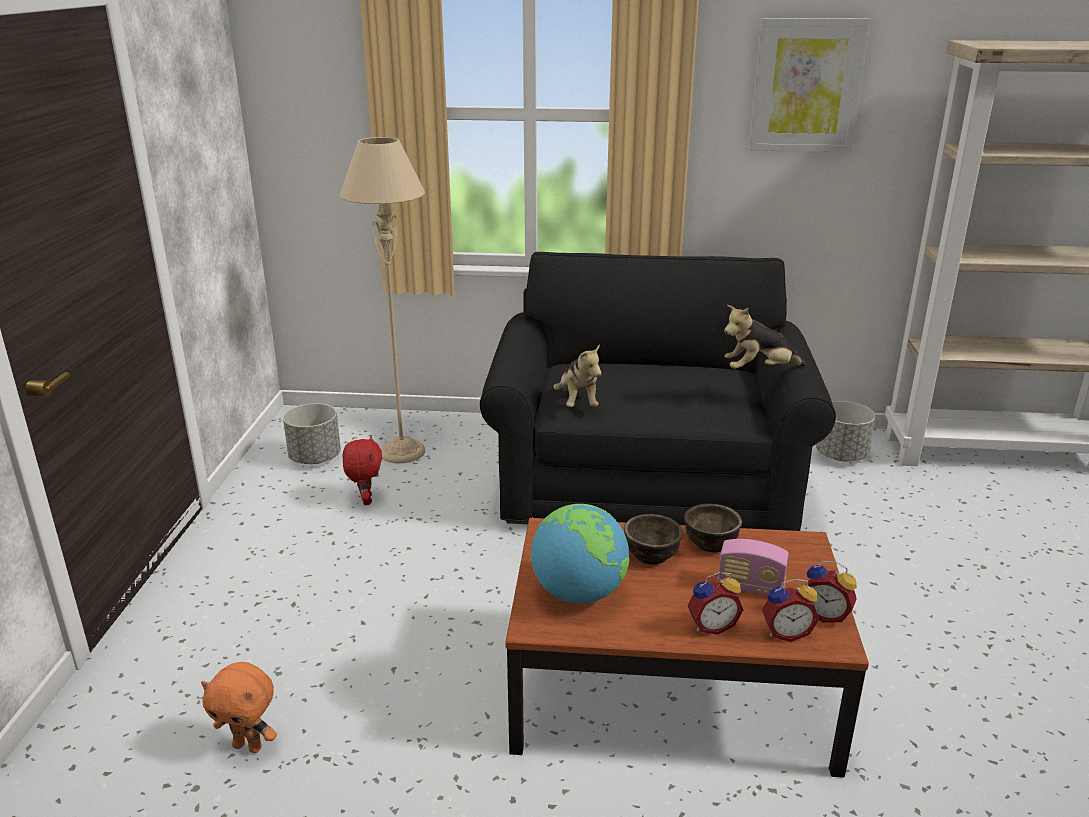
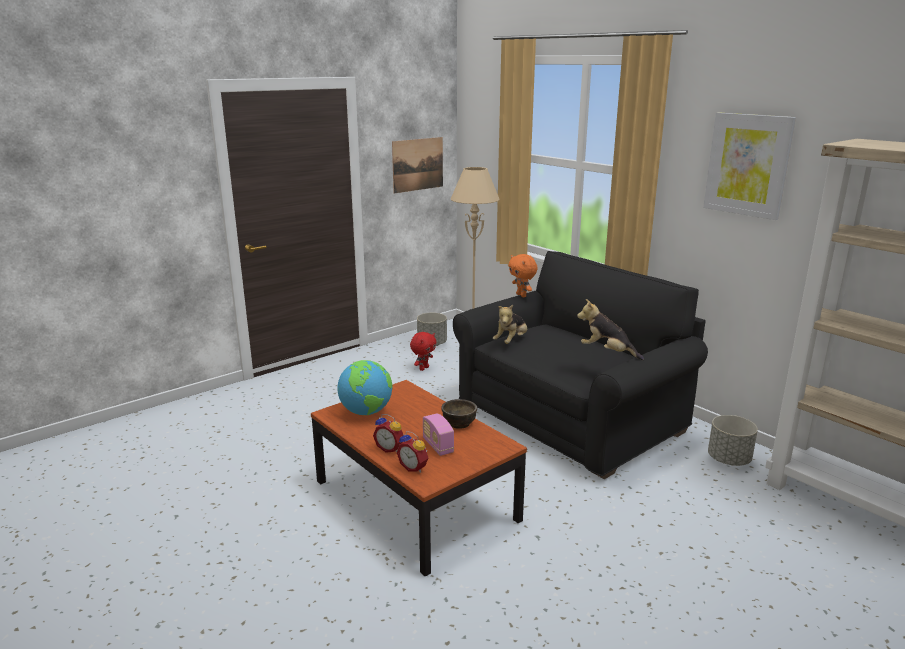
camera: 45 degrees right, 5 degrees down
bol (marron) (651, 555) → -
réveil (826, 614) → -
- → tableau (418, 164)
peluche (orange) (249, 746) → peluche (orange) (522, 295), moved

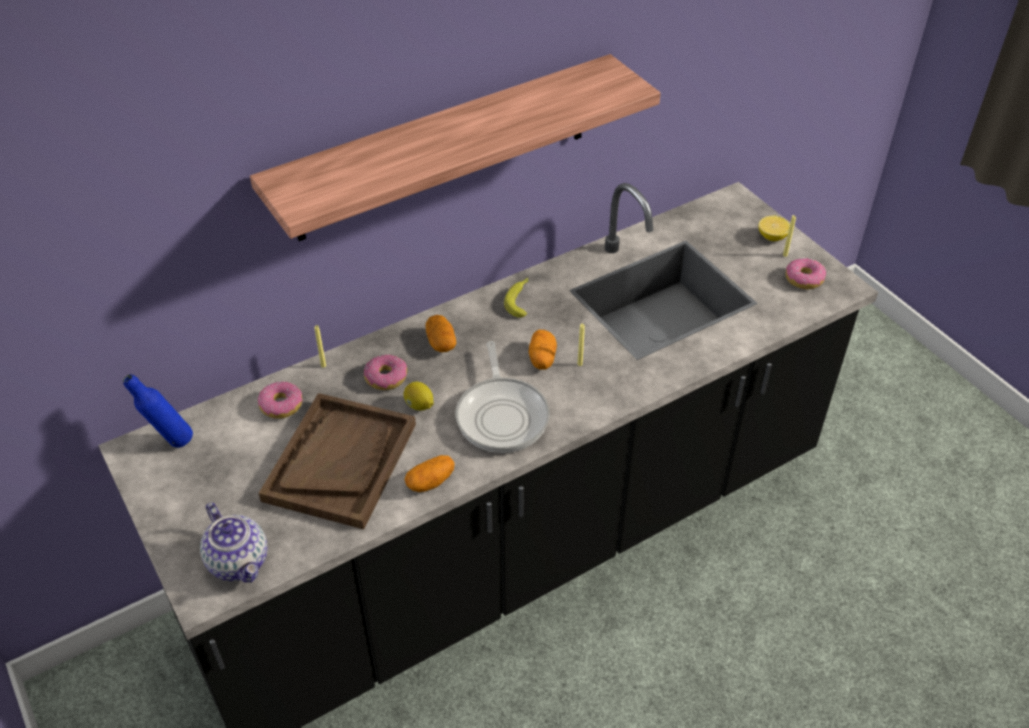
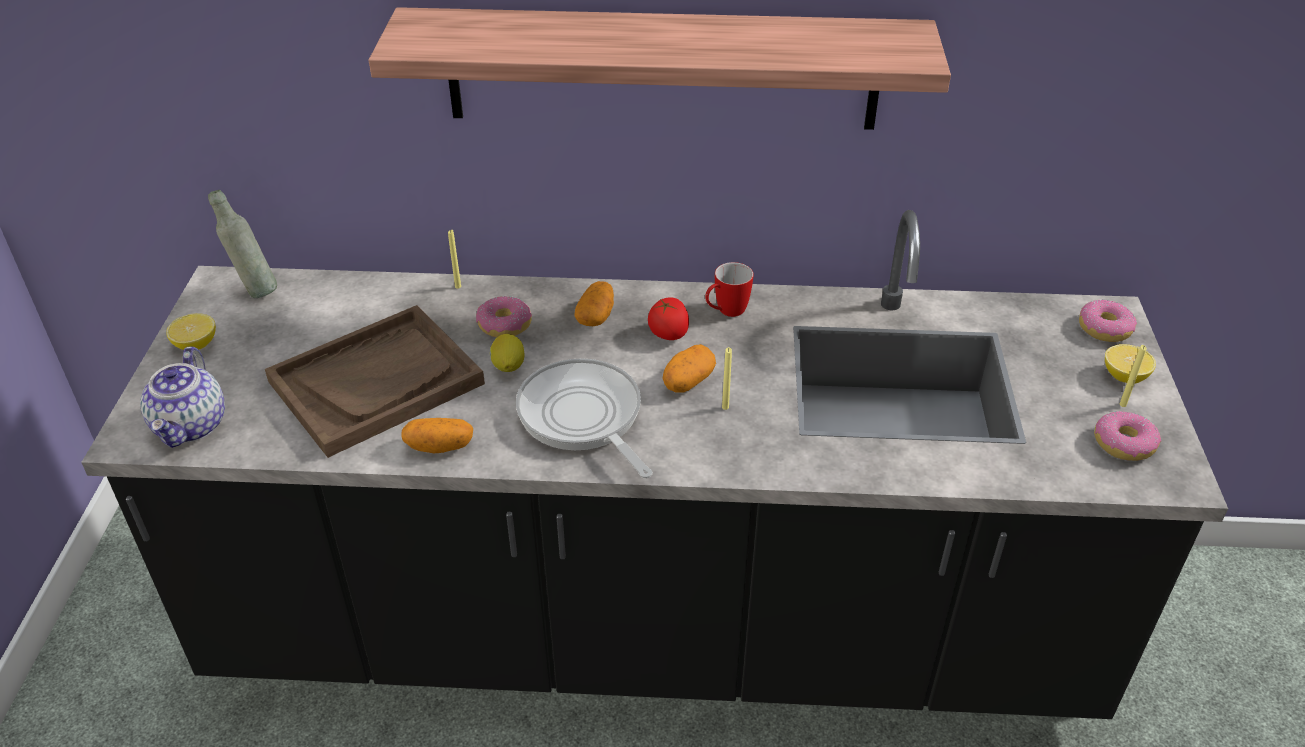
camera: 35 degrees right, 5 degrees down
- → citron (196, 345)
- → tomate (668, 333)
beignet (281, 405) → beignet (1105, 329), moved
banane (520, 300) → mug (725, 312)
bouteille (bleu) (170, 441) → bouteille (gris) (255, 290)
poêle (502, 415) → poêle (583, 418), 120 degrees clockwise

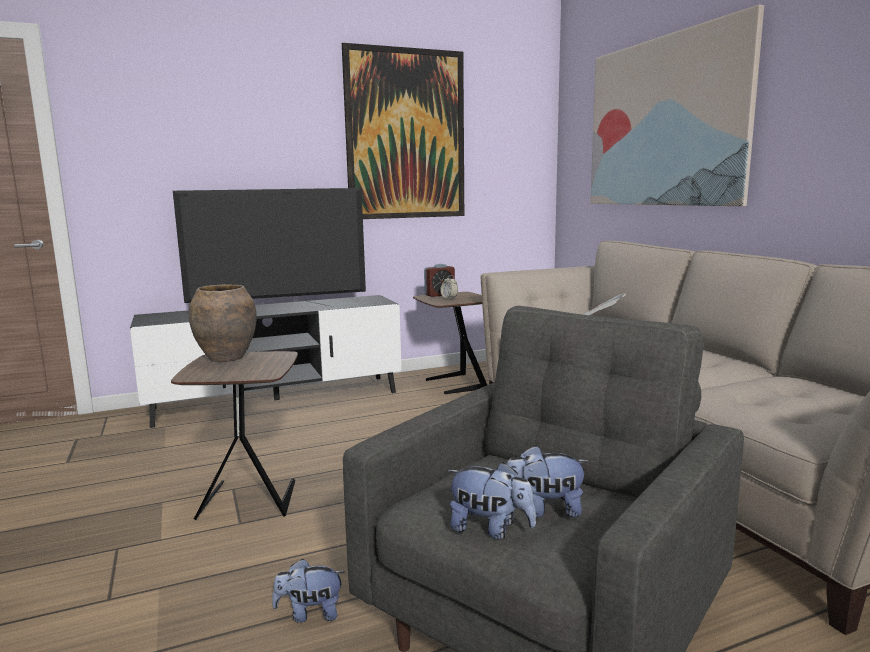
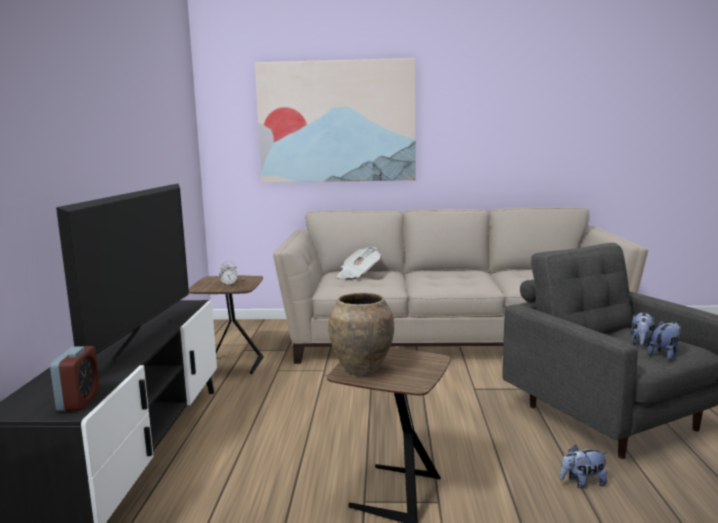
camera: 65 degrees left, 0 degrees up
tableau (406, 135) → -
réveil (439, 295) → réveil (79, 401), moved
peluche (310, 613) → peluche (582, 483), 60 degrees clockwise

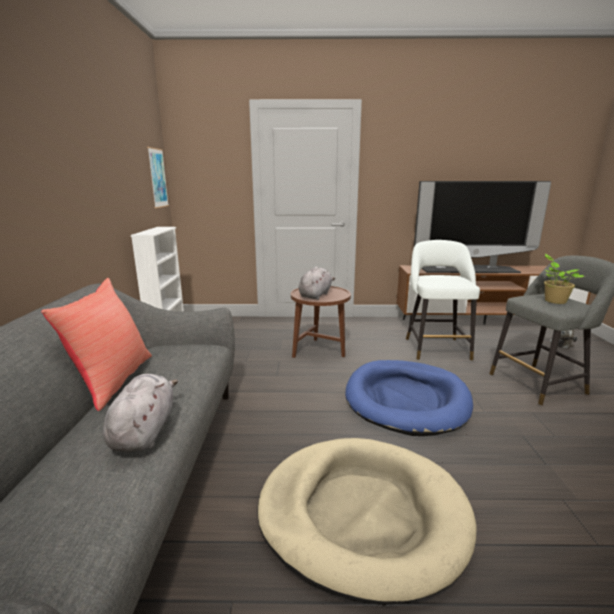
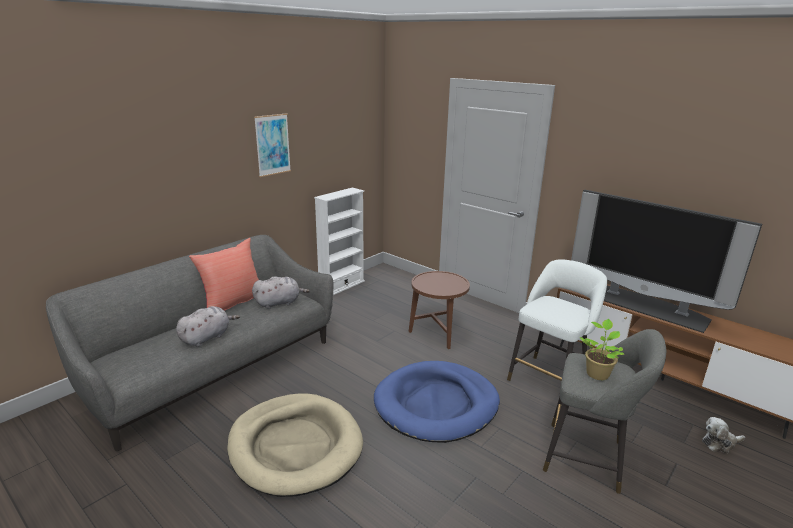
camera: 40 degrees right, 5 degrees up
tableau (158, 178) → tableau (272, 145), moved
peluche (gris) (315, 295) → peluche (gris) (279, 303), moved

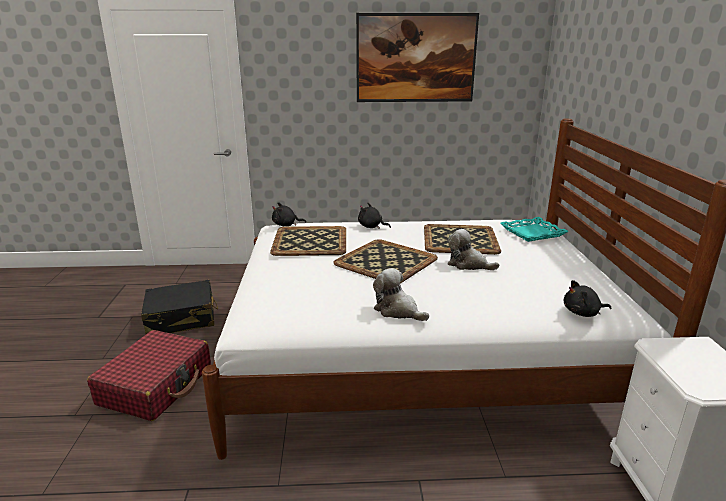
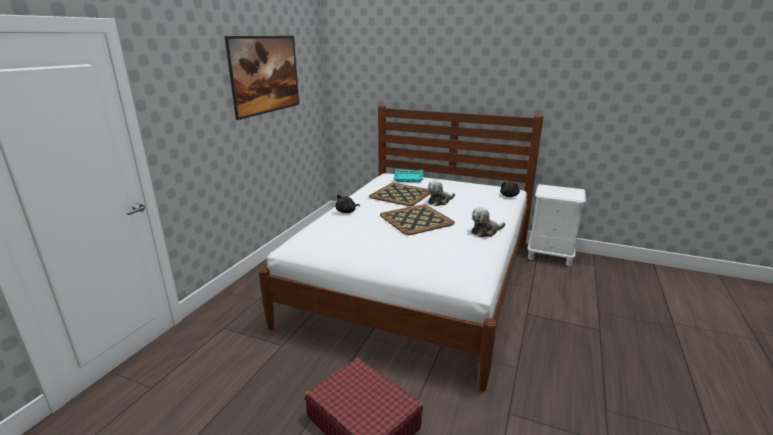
camera: 65 degrees left, 0 degrees up
valise (noir) (181, 319) → -
plateau (309, 241) → -
peluche (noir) (286, 225) → -

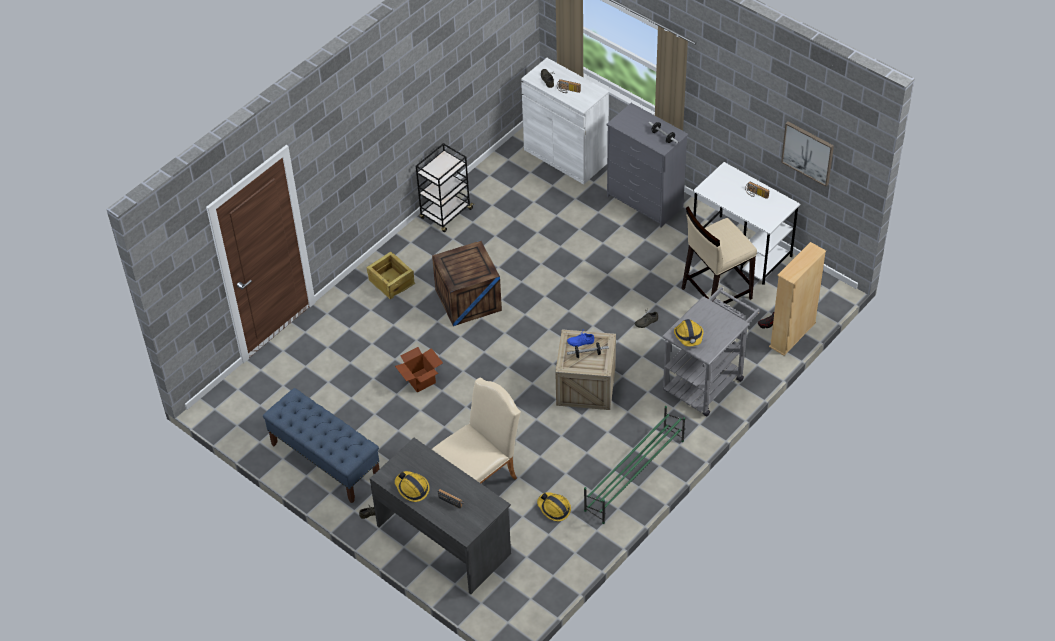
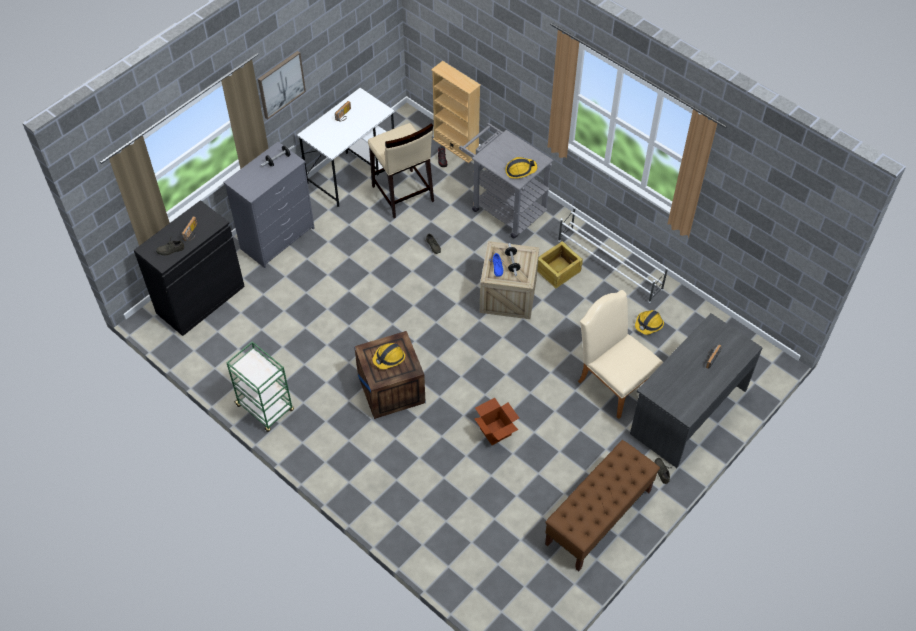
camera: 90 degrees left, 5 degrees up
caisse (391, 281) → caisse (557, 270), moved
casque de chantier (412, 488) → casque de chantier (389, 358), moved
tableau (808, 153) → tableau (281, 84), moved
banc (bleu) (325, 460) → banc (marron) (598, 518)
chariot (noir) (446, 214) → chariot (vert) (265, 408)
meuble de rangement (blanc) (565, 156) → meuble de rangement (noir) (200, 300)
étagère à chaussures (vert) (633, 475) → étagère à chaussures (blanc) (610, 265)

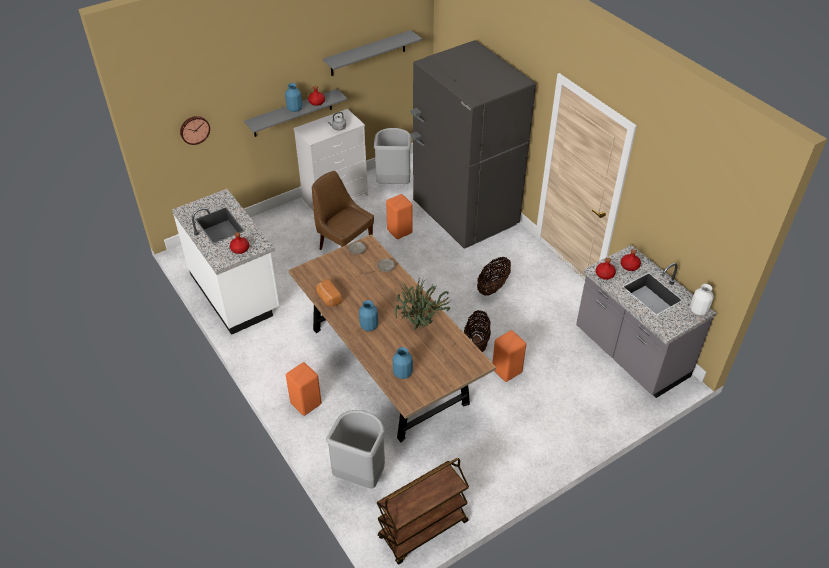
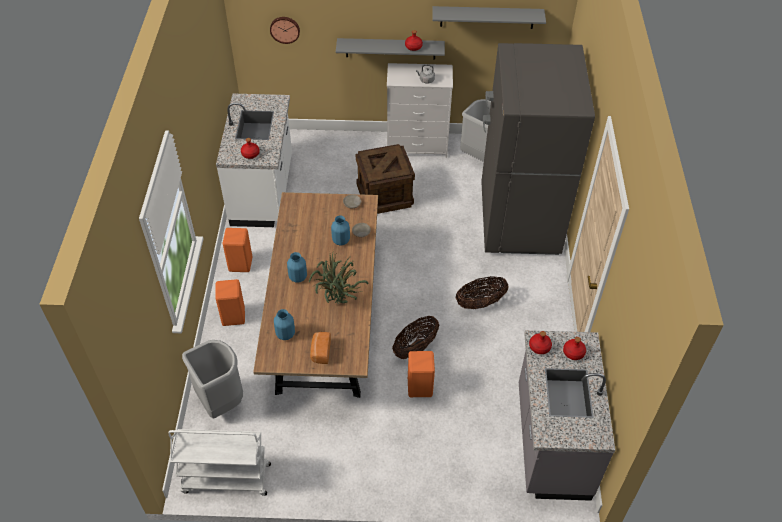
camera: 35 degrees right, 5 degrees up
vase (blanc) (698, 311) → -
vase (bleu) (295, 109) → vase (bleu) (341, 241), moved
pain (328, 298) → pain (320, 352), moved
tabouret (orange) (398, 231) → tabouret (orange) (240, 264), moved
chaise (marron) (344, 245) → caisse (384, 195)
chariot (marron) (423, 530) → chariot (blanc) (226, 479)

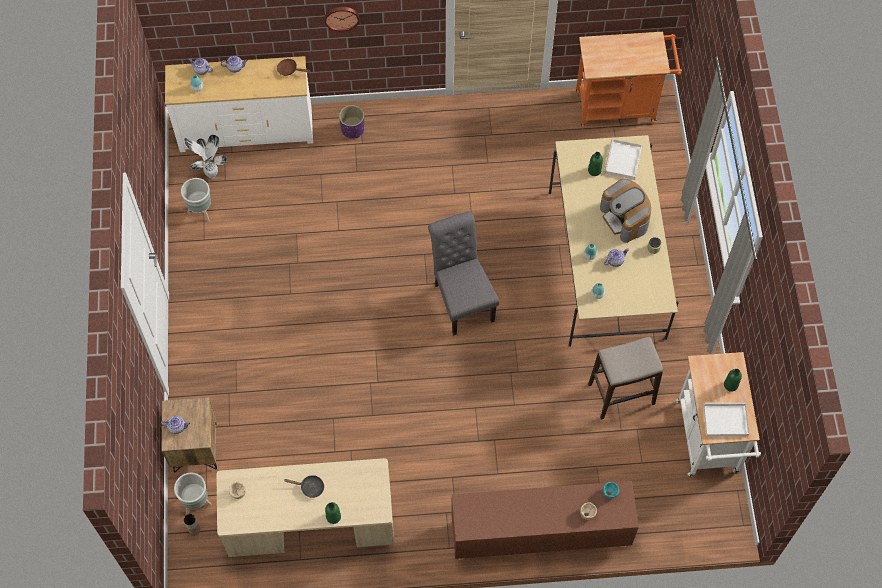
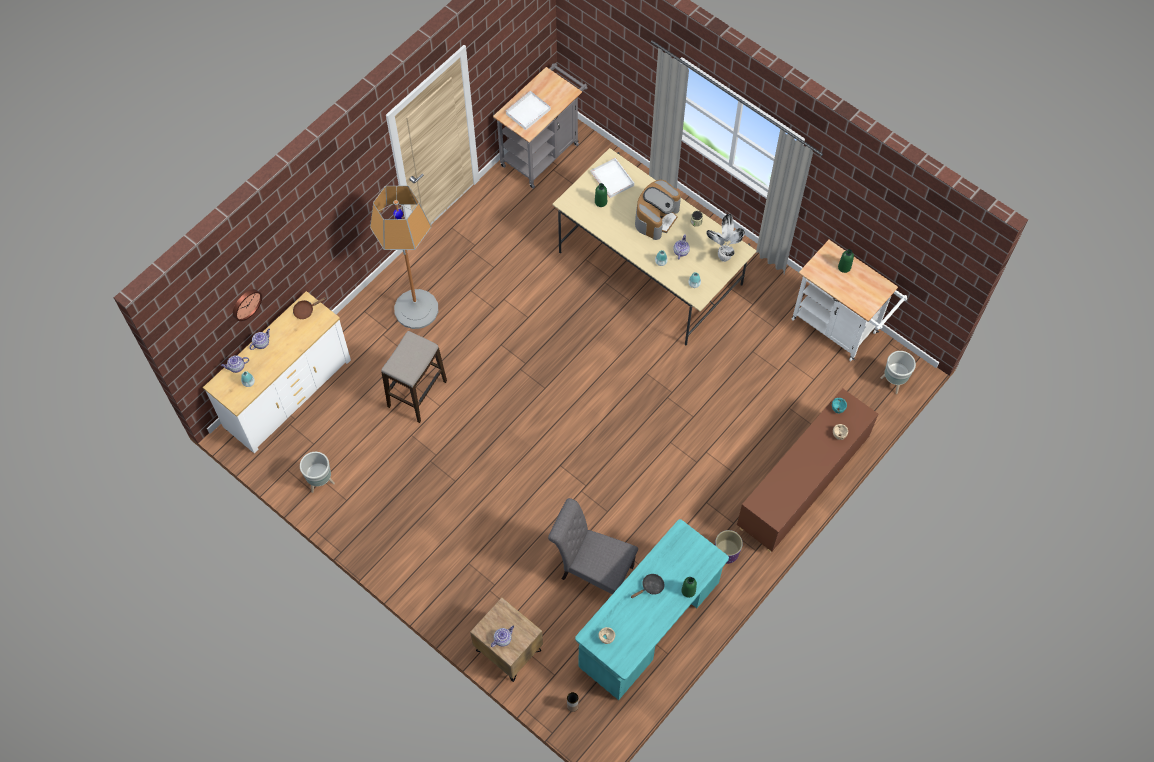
camera: 45 degrees left, 0 degrees up
- → lampadaire (416, 309)
cache-pot (gris) (196, 503) → cache-pot (gris) (893, 382), moved
plante en pot (210, 174) → plante en pot (723, 258), moved
horloge murale (341, 17) → horloge murale (245, 304), moved
cache-pot (violet) (353, 129) → cache-pot (violet) (726, 552), moved
chaise (gris) (461, 299) → chaise (gris) (592, 571), moved
tabouret (621, 394) → tabouret (417, 394), moved
plateau (blanc) (724, 421) → plateau (blanc) (527, 112), moved
bureau (beige) (310, 526) → bureau (turquoise) (649, 625)
chariot (orange) (620, 106) → chariot (gris) (543, 151)
machine à café (625, 218) → machine à café (656, 217), 75 degrees counterclockwise

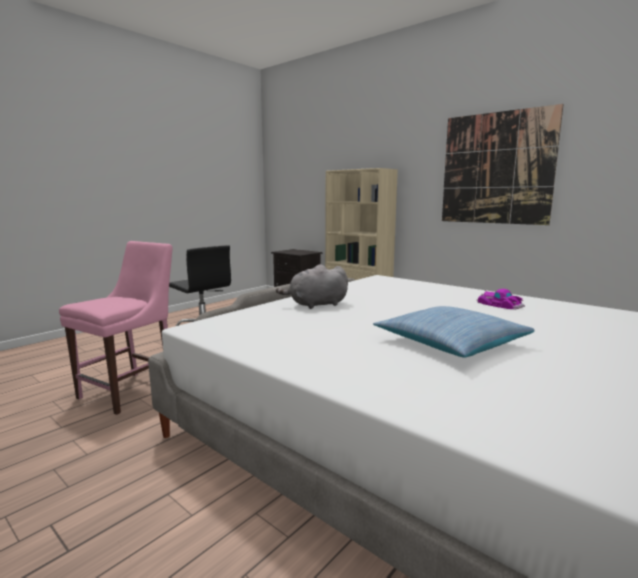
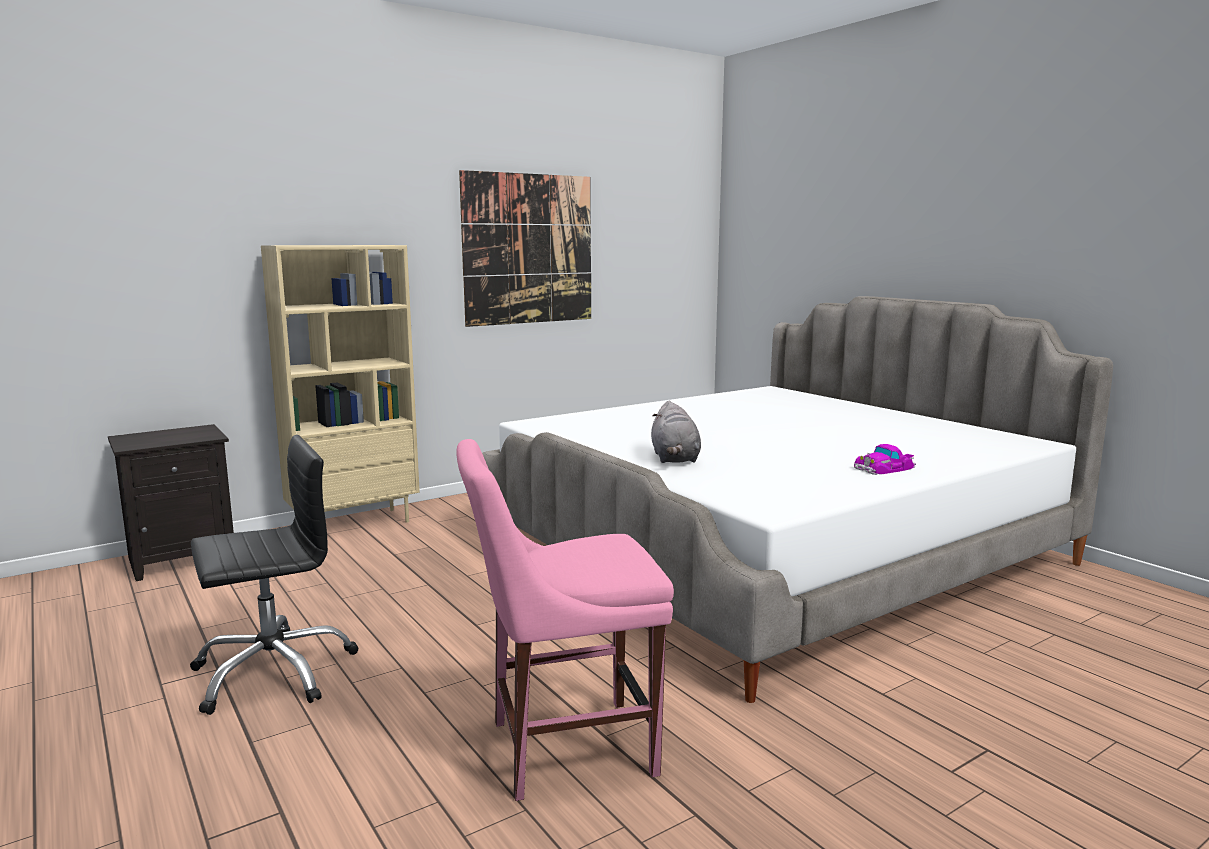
camera: 75 degrees left, 0 degrees up
coussin (450, 342) → -
petite voiture (499, 304) → petite voiture (884, 468), moved
chaise (rose) (131, 390) → chaise (rose) (563, 748), 60 degrees counterclockwise

